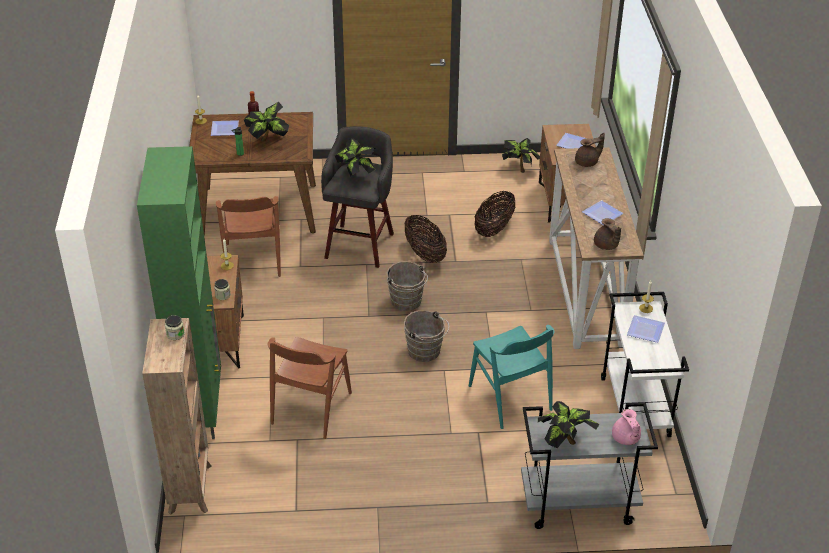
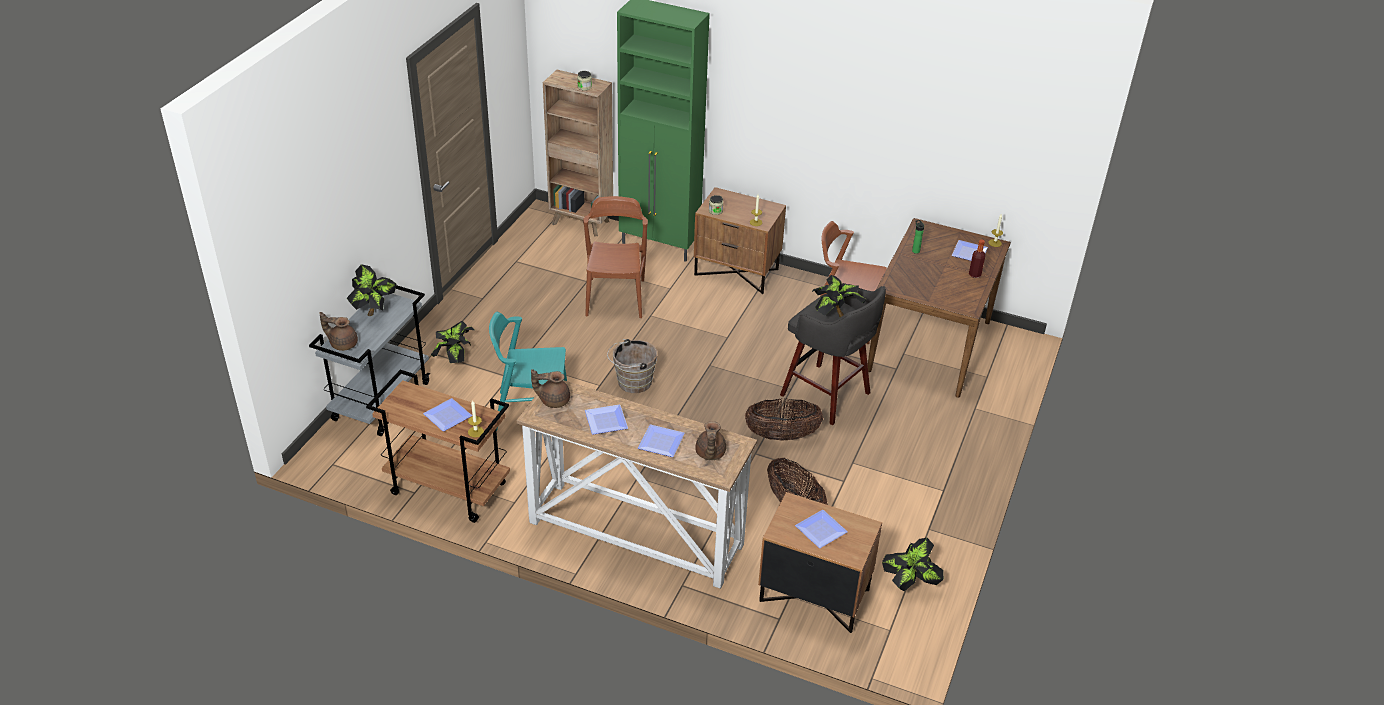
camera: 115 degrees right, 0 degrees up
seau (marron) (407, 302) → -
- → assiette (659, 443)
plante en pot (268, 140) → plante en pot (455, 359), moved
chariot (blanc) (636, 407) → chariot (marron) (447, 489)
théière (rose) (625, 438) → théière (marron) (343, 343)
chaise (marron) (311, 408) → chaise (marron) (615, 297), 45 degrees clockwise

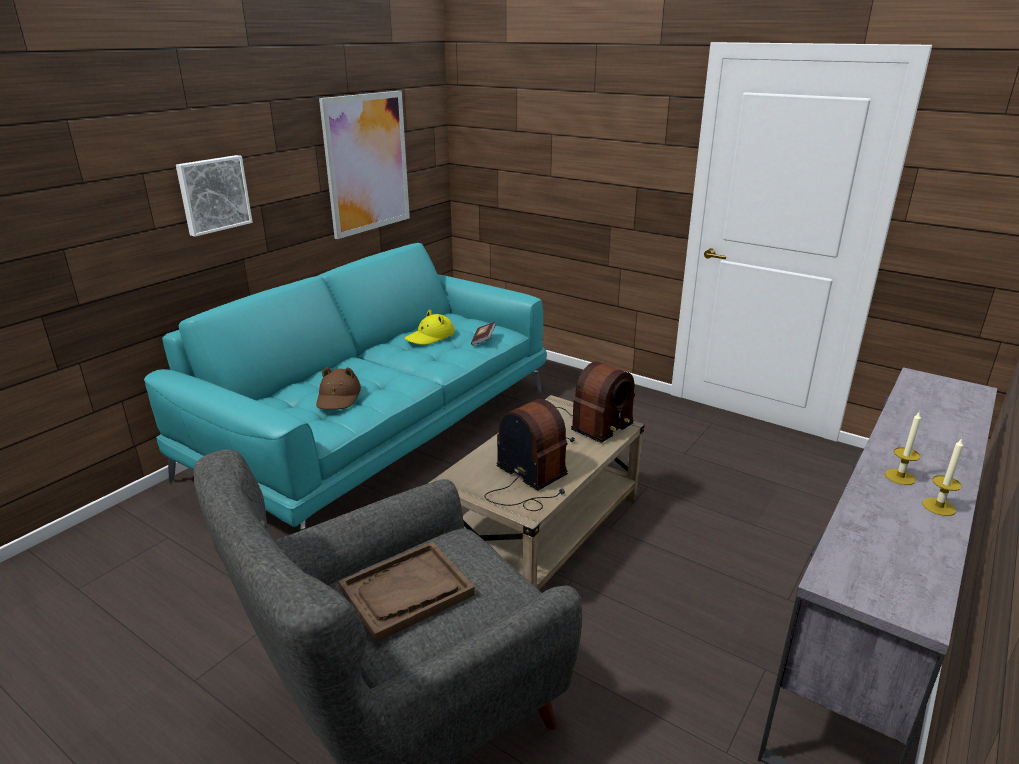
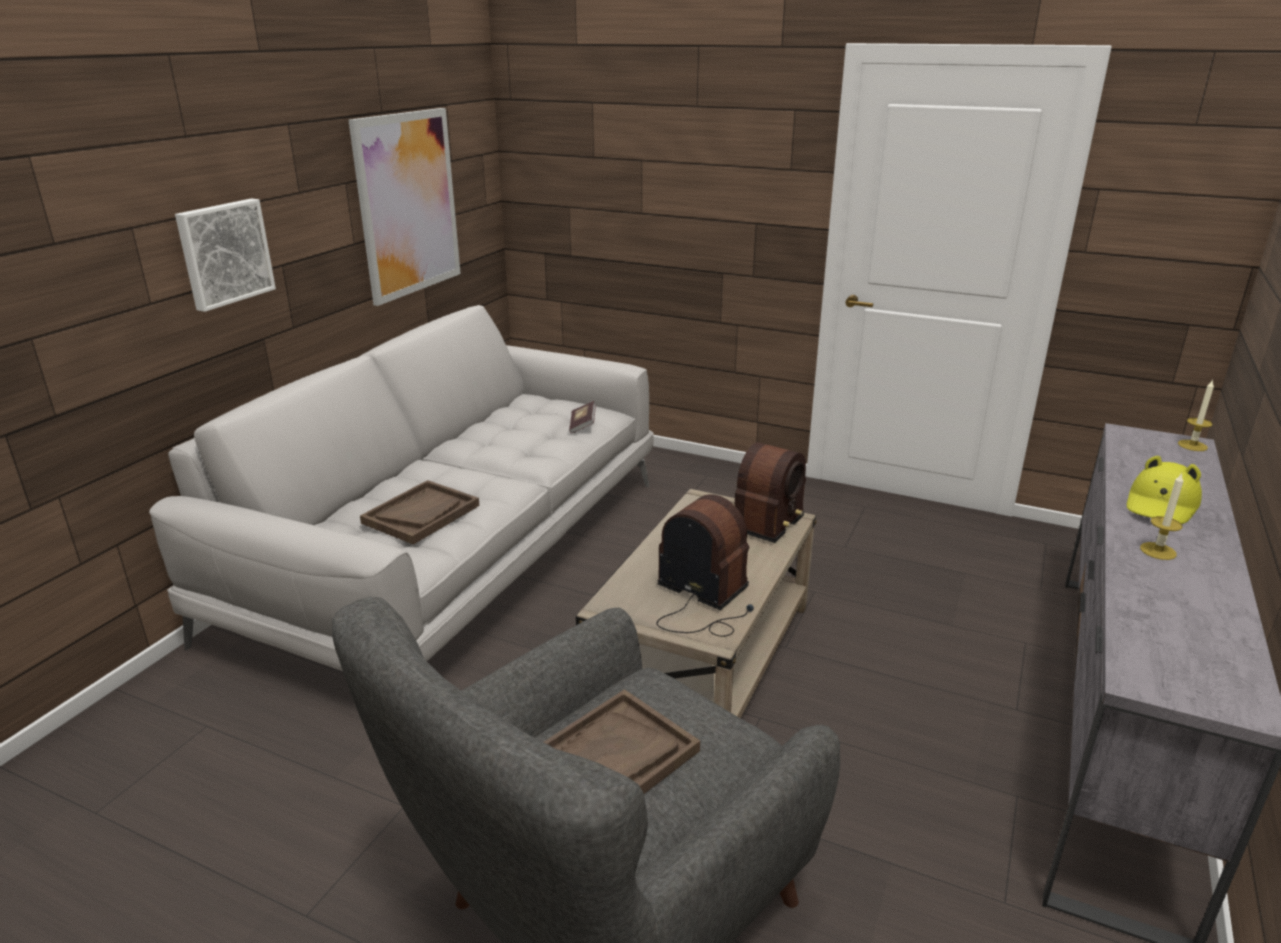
camera: 10 degrees left, 0 degrees up
chapeau (jaune) (430, 336) → chapeau (jaune) (1161, 505), moved
bougie (939, 506) → bougie (1192, 445), moved
chapeau (marron) (338, 397) → plateau (marron) (421, 514)
canapé (turquoise) (379, 431) → canapé (gris) (456, 553)

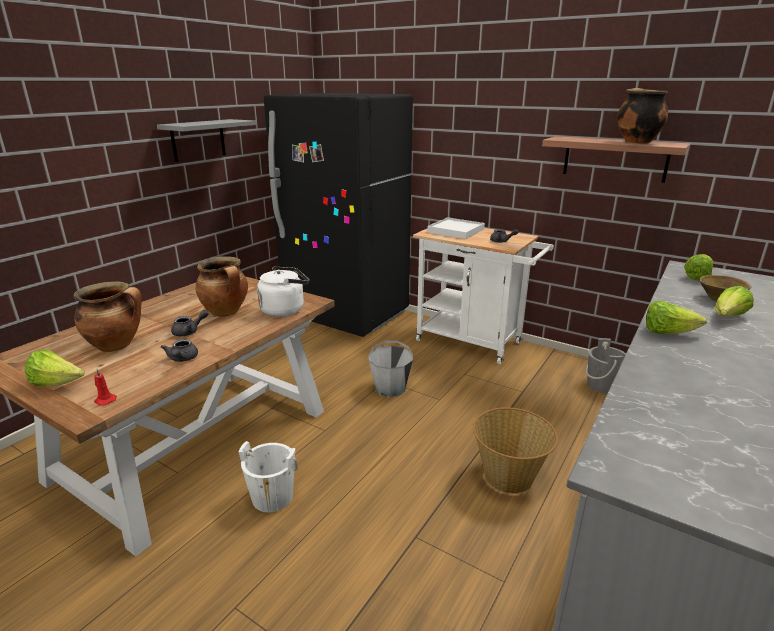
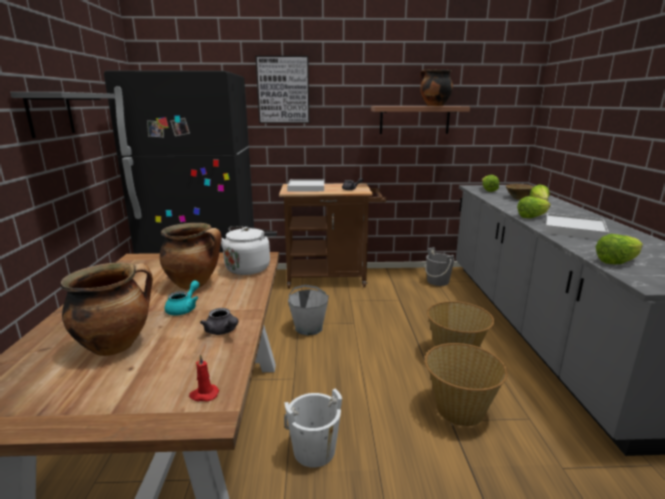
camera: 35 degrees left, 5 degrees down
- → tableau (283, 90)
- → panier (459, 410)
- → plateau (blanc) (574, 229)
laitue (58, 384) → laitue (616, 262), moved
théière (gris) (189, 332) → théière (turquoise) (184, 308)
chariot (blanc) (474, 343) → chariot (marron) (332, 278)

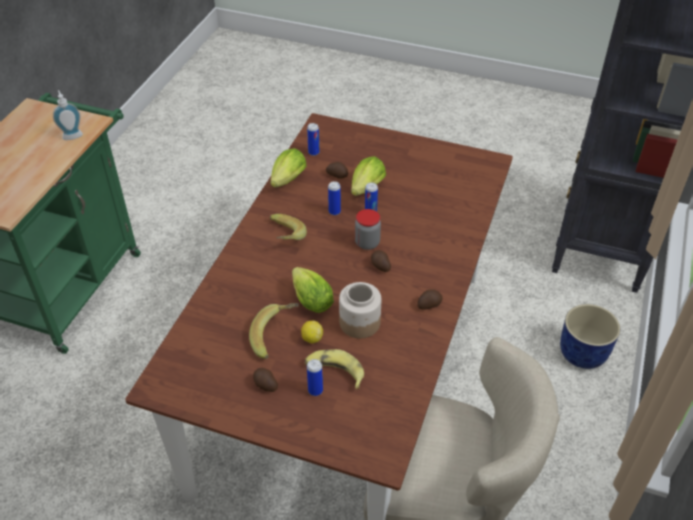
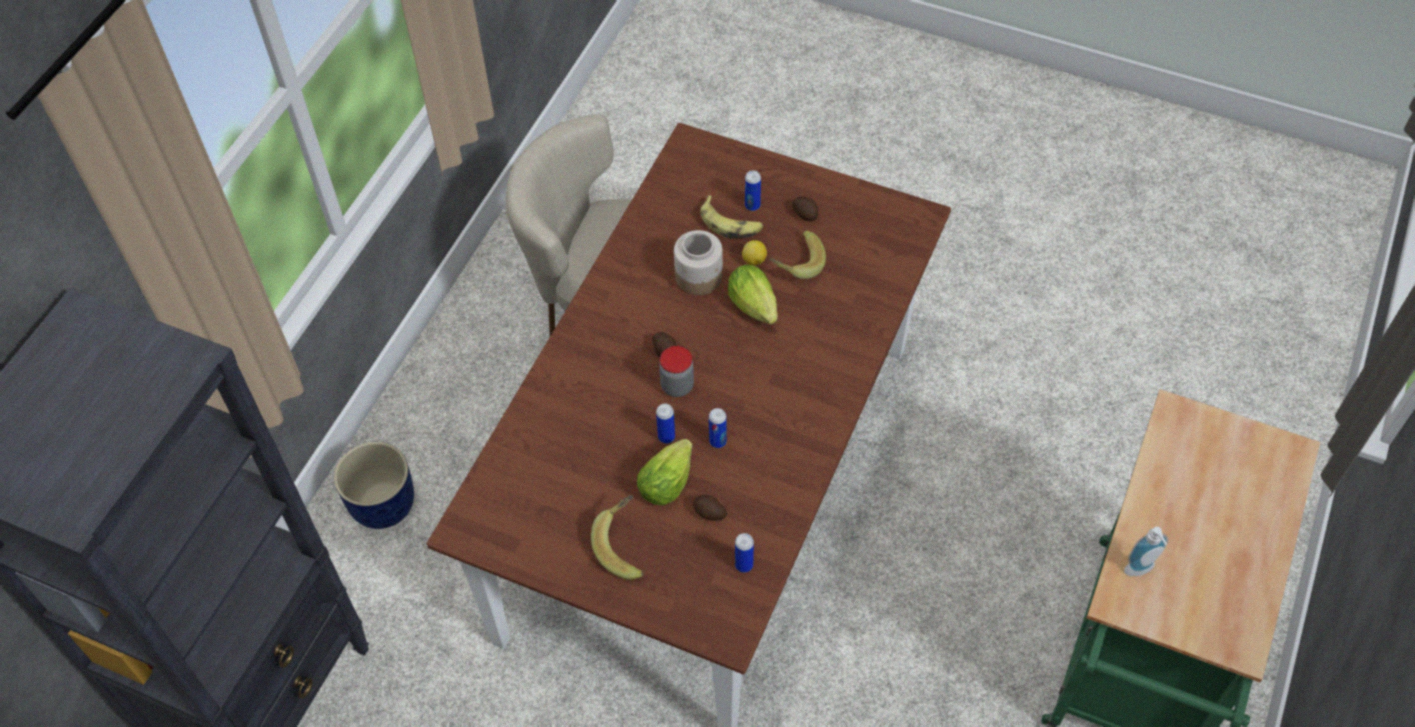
camera: 175 degrees left, 10 degrees up
laitue (286, 181) → -
pomme de terre (429, 304) → -
banane (283, 238) → banane (626, 546), moved

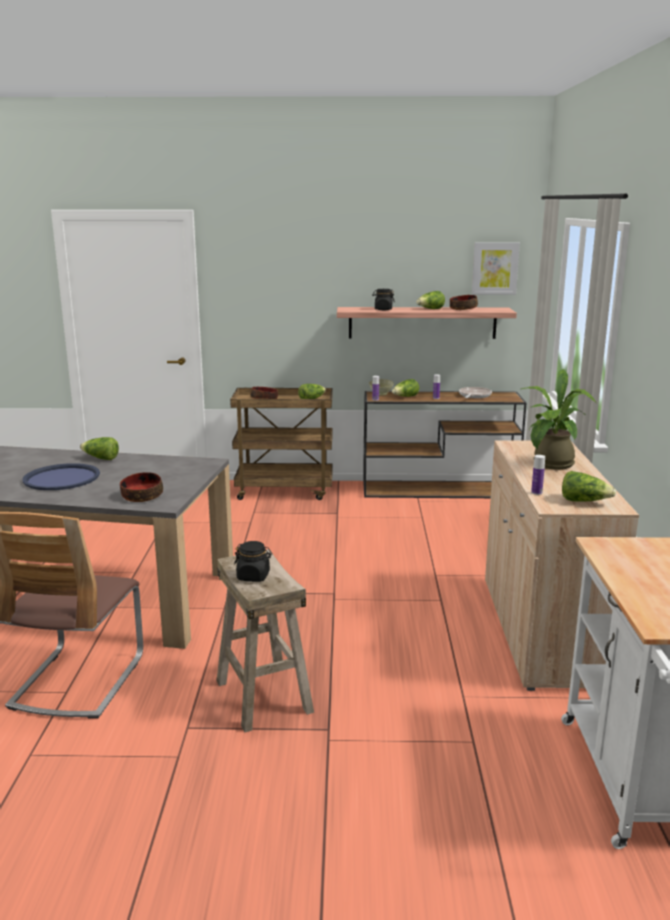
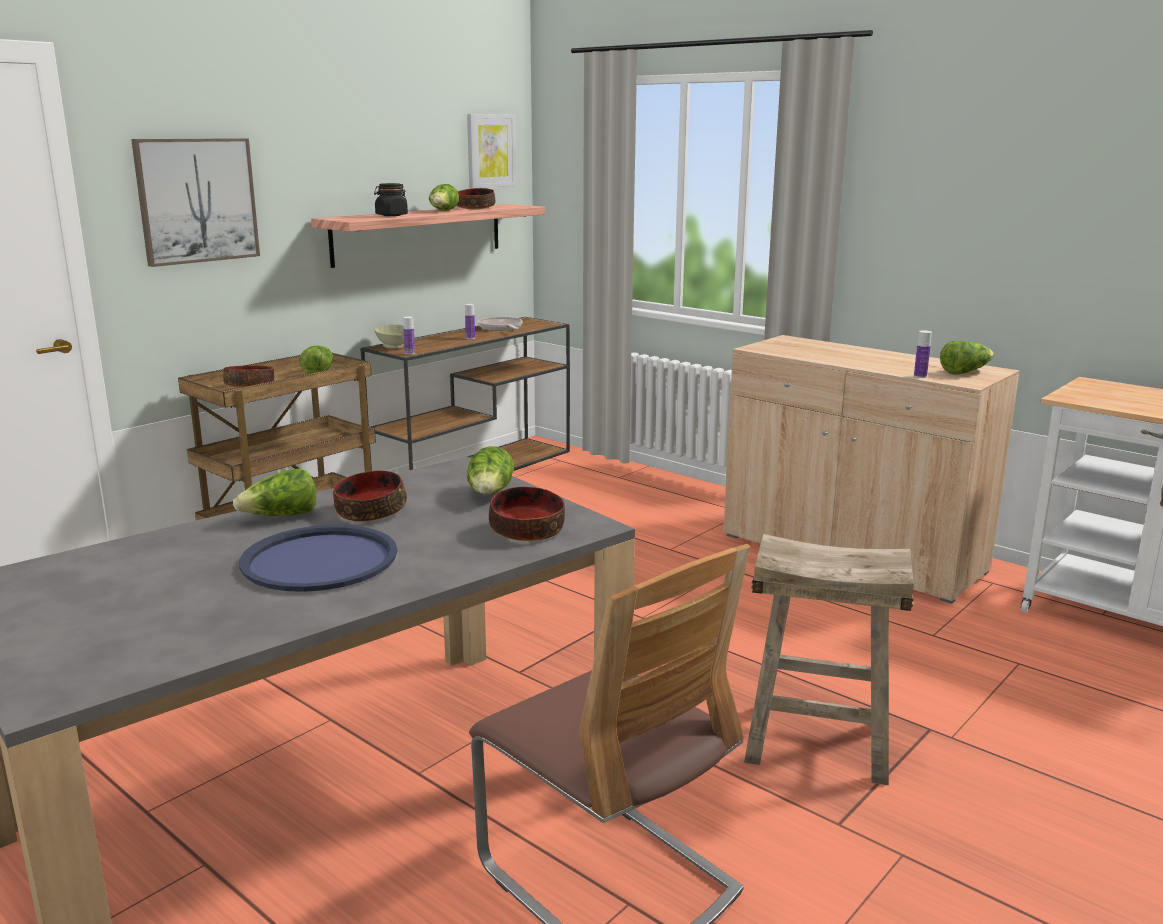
camera: 50 degrees left, 0 degrees up
bocal (noir) (253, 576) → -
plante en pot (551, 465) → -
- → tableau (197, 200)
- → bol (370, 511)
laitue (405, 397) → laitue (490, 494), moved

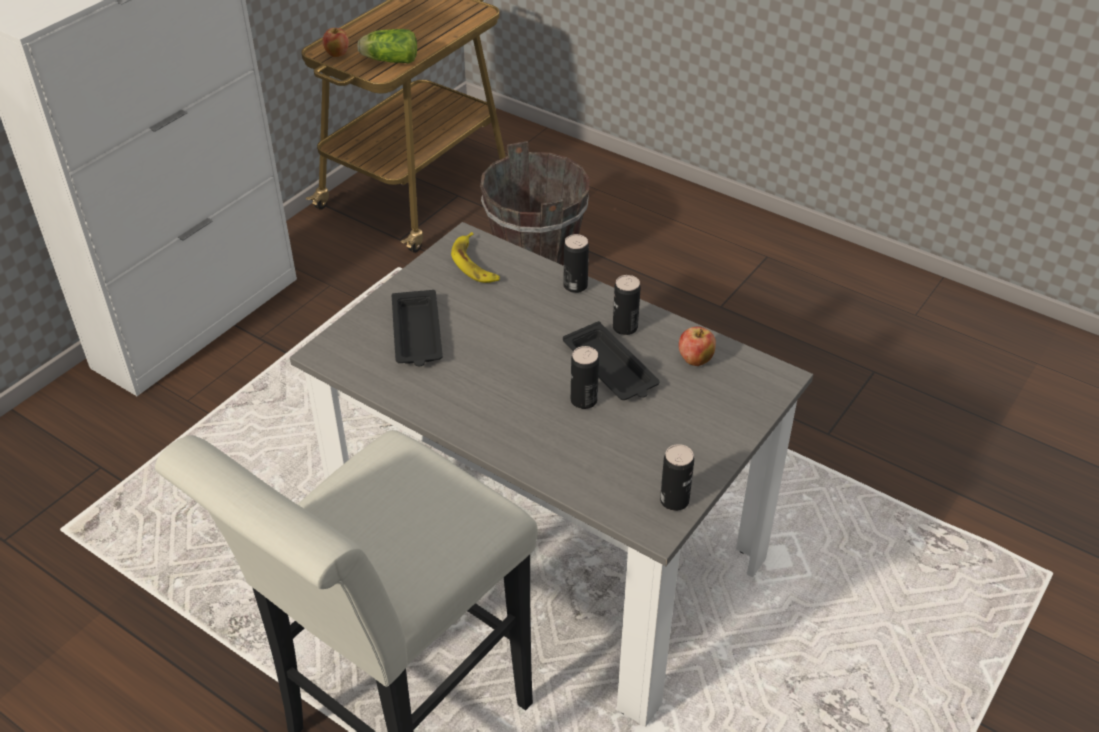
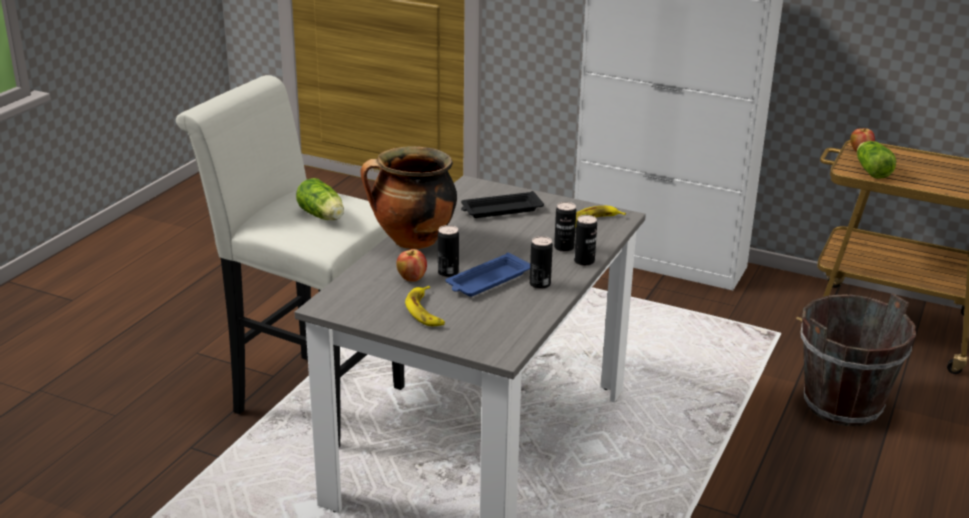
camera: 80 degrees right, 15 degrees down
- → laitue (323, 217)
- → marmite (412, 241)
- → banane (426, 311)
boîte métallique (674, 500) → boîte métallique (564, 247), moved
pomme (695, 360) → pomme (412, 278), moved
plateau (noir) (611, 369) → plateau (bleu) (487, 281)

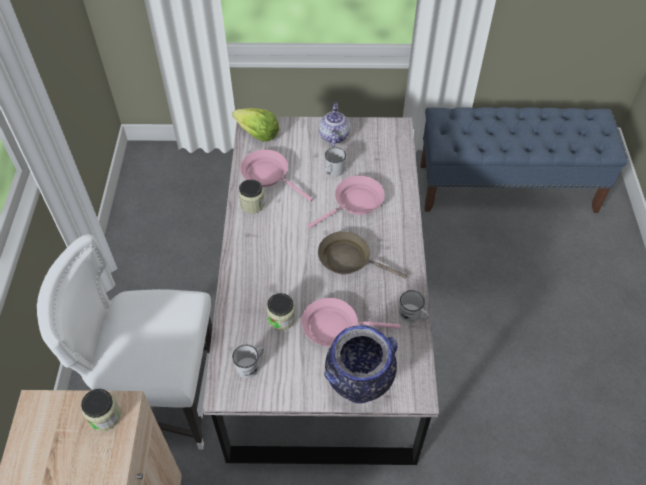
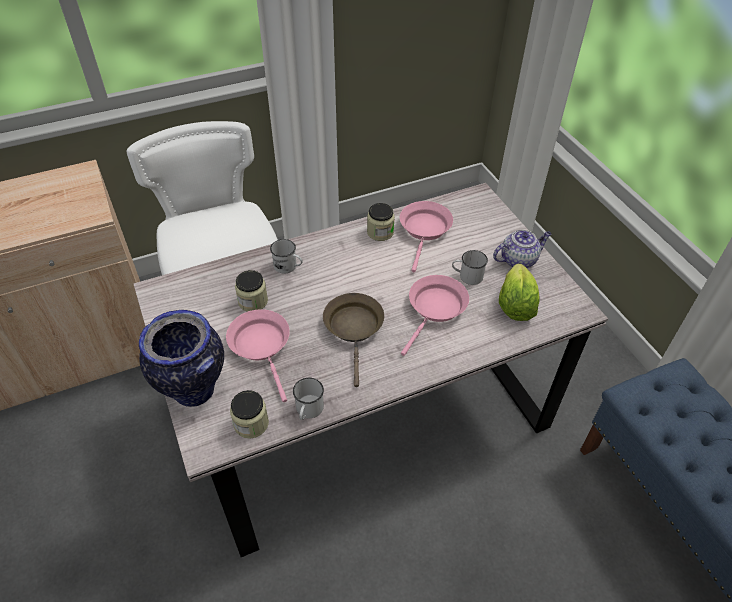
camera: 65 degrees right, 5 degrees down
bocal (105, 416) → bocal (251, 423), moved
laitue (257, 134) → laitue (515, 305), moved
mug (blanc) (250, 365) → mug (blanc) (288, 267), moved
poêle (rose) (355, 203) → poêle (rose) (435, 309), 90 degrees counterclockwise

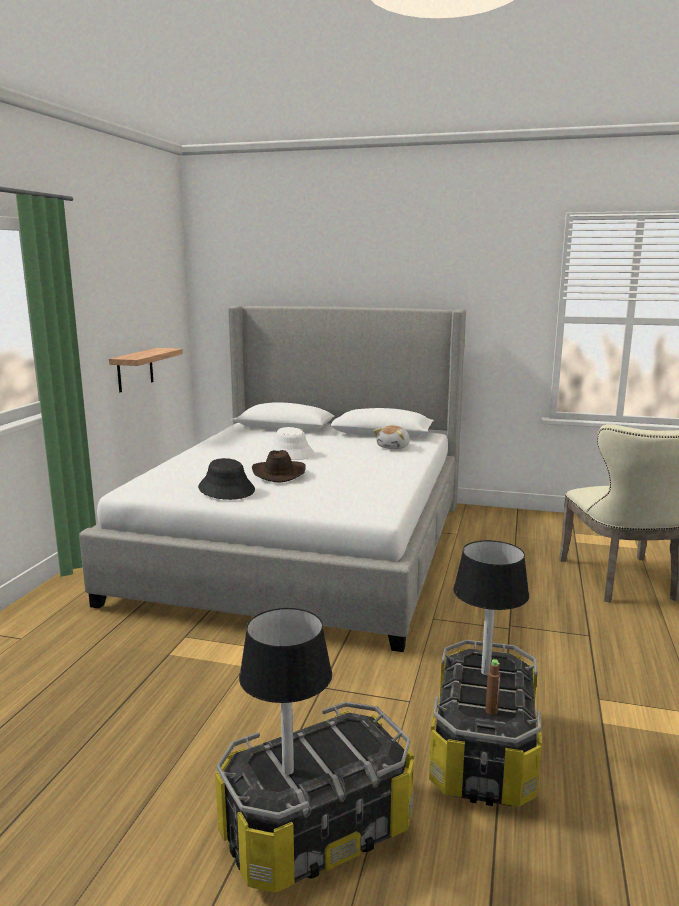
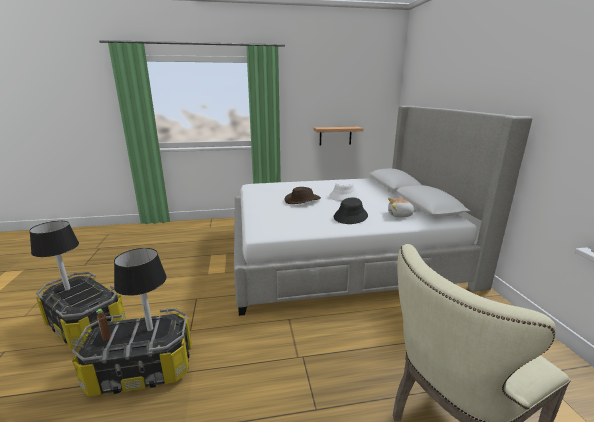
camera: 65 degrees right, 5 degrees up
chapeau (noir) (227, 489) → chapeau (noir) (350, 216), moved

